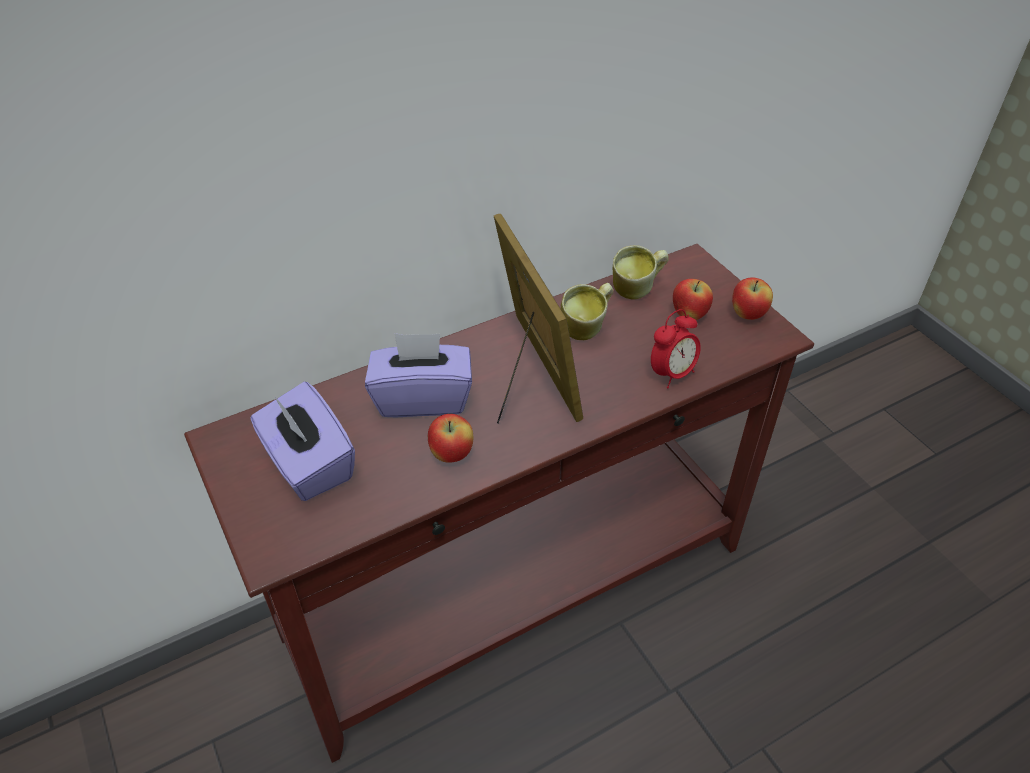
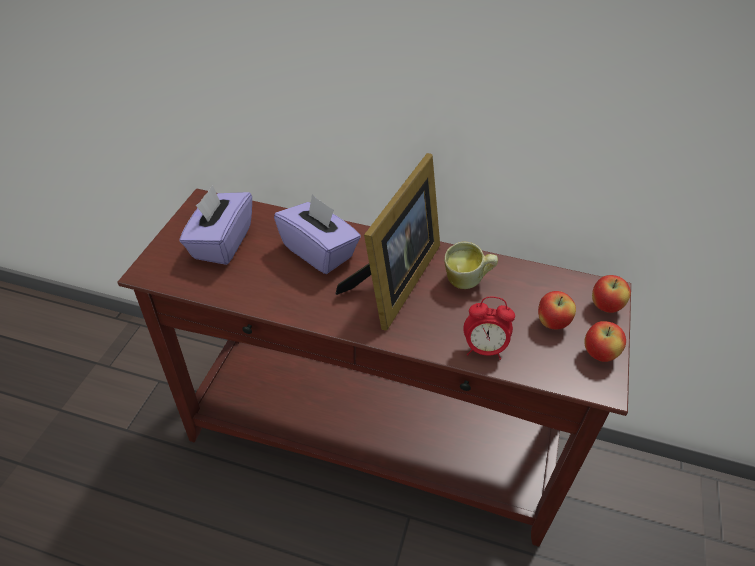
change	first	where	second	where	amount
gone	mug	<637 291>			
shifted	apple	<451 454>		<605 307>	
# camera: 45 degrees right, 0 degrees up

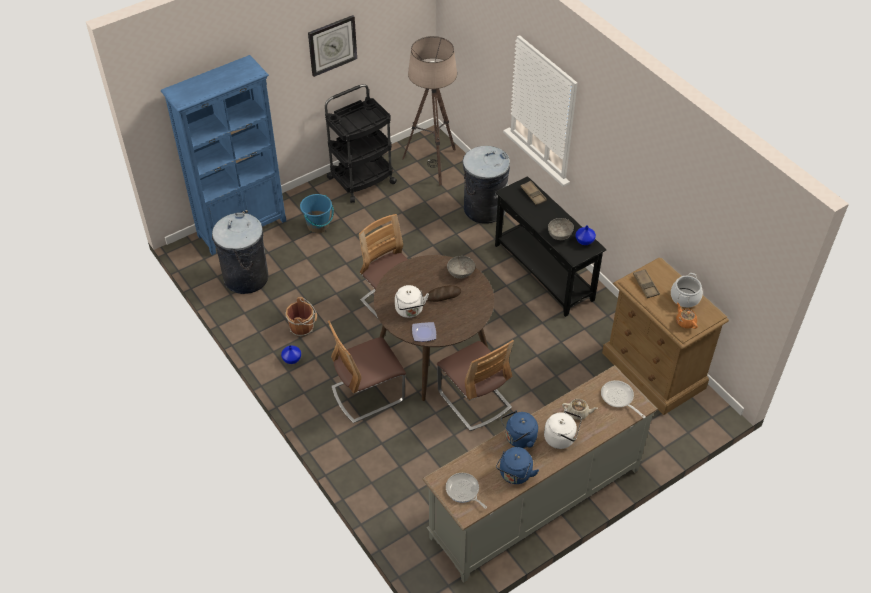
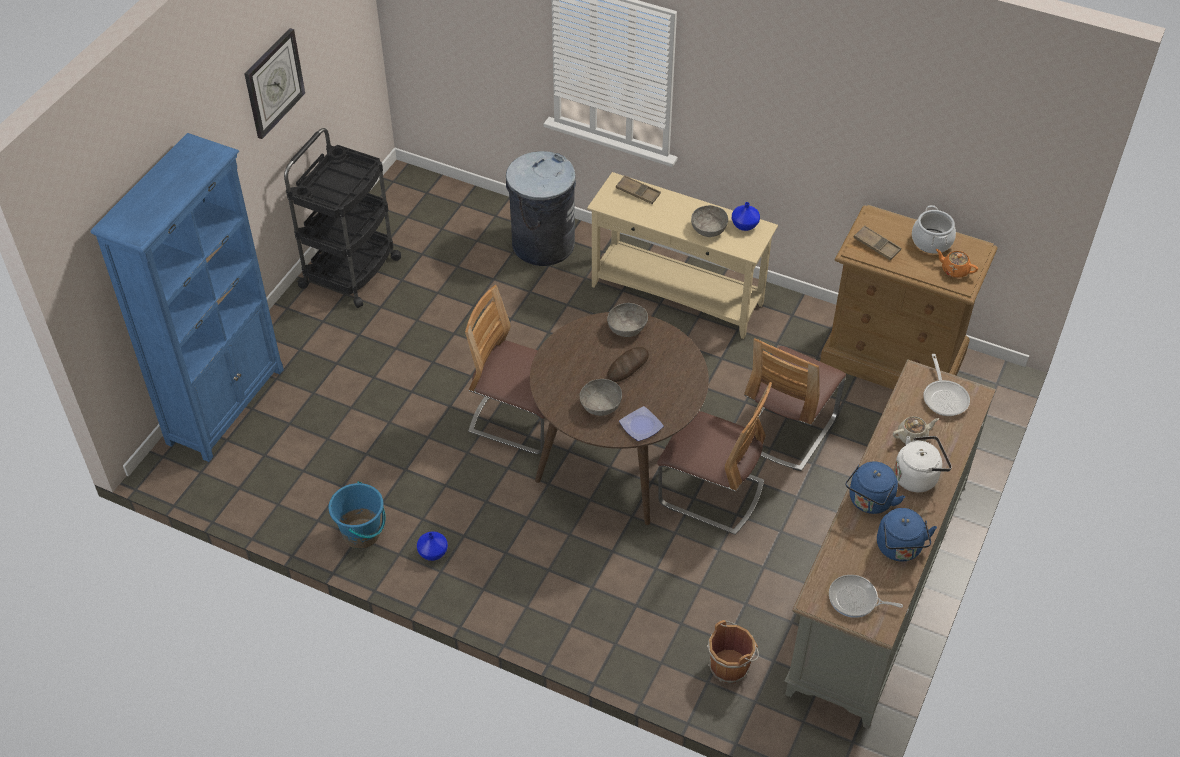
change	first	where	second	where	amount
gone	floor lamp	<432 164>			
repainted	black console table	<544 272>	beige console table	<678 295>	
shifted	blue bucket	<318 225>		<362 534>	
gone	grey trash can	<245 277>			
swapped	white kettle	<410 311>	grey bowl	<600 405>	
shifted	brown bucket	<303 328>		<730 665>	
shifted	chair	<367 394>		<787 429>	
rotated	frying pan	<619 398>		<944 397>	120 degrees counterclockwise
# camera: 30 degrees left, 0 degrees up

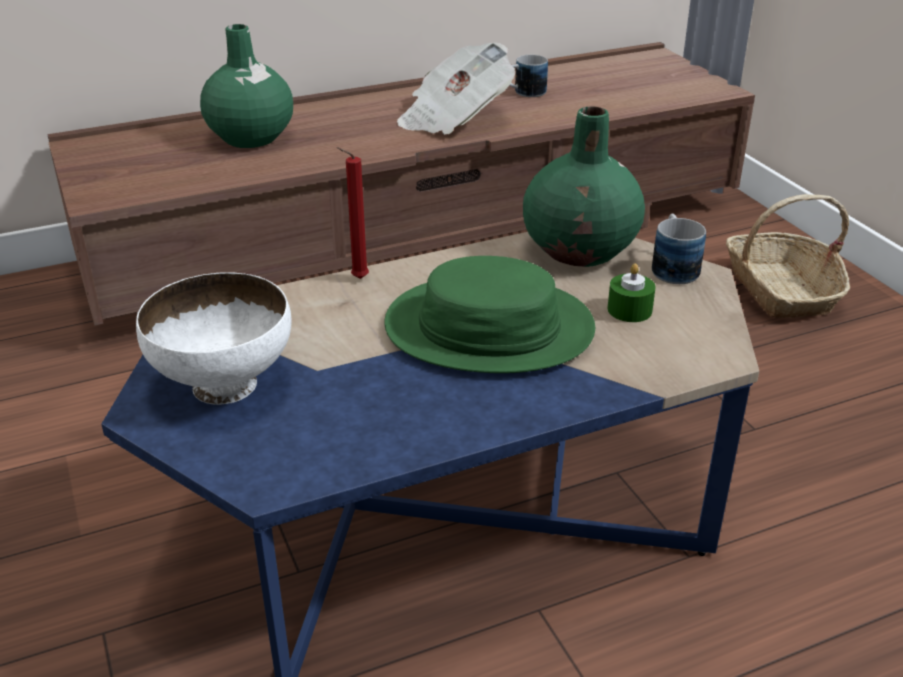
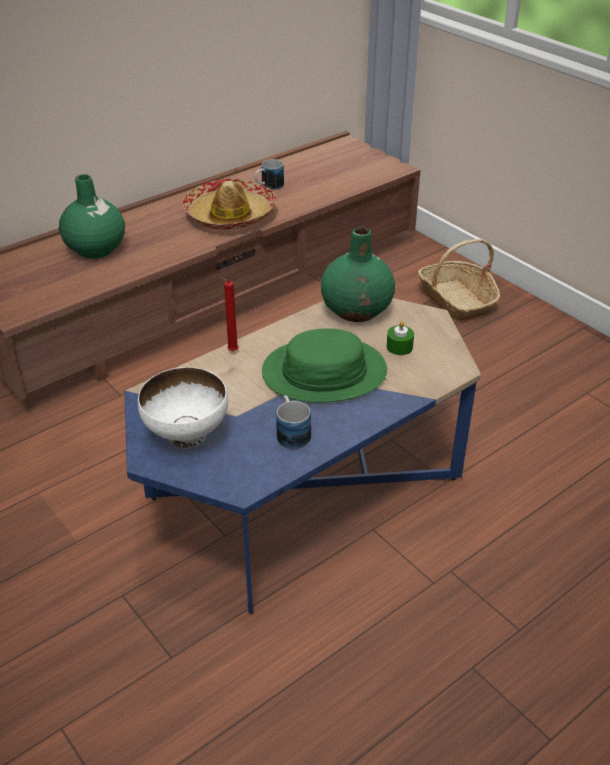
change	first	where	second	where	amount
swapped	newspaper	<454 119>	hat	<230 215>	
shifted	mug	<673 267>		<291 433>	
# camera: 15 degrees left, 5 degrees up

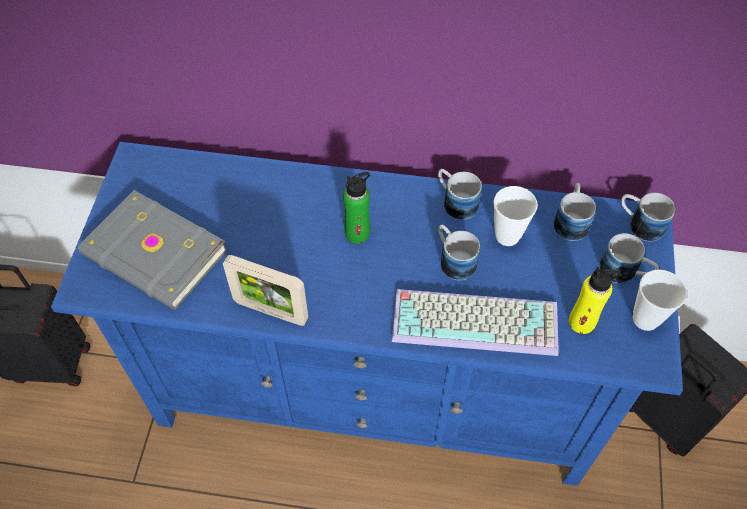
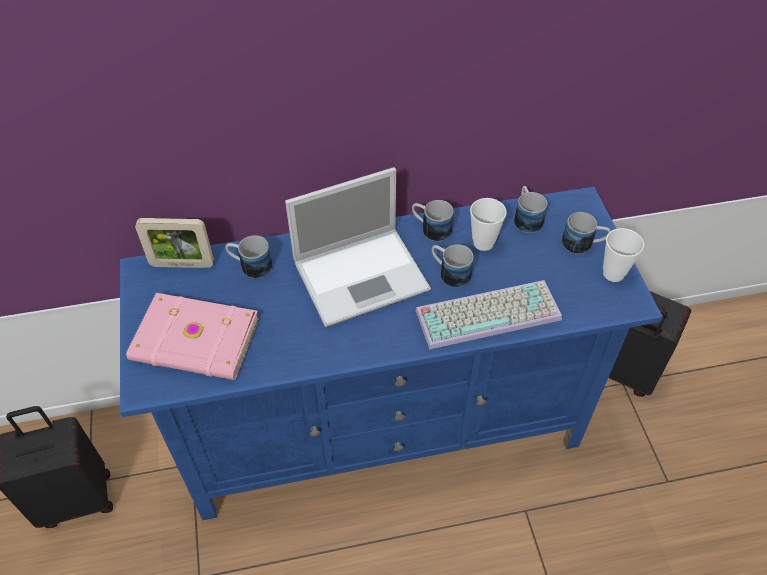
change	first	where	second	where	amount
swapped	green bottle	<357 233>	laptop	<363 275>	
repainted	grey book	<154 255>	pink book	<195 342>	
shifted	mug	<639 224>		<250 266>	
shifted	picture frame	<271 311>		<182 264>	
gone	yellow bottle	<582 322>			
# camera: 20 degrees left, 5 degrees down

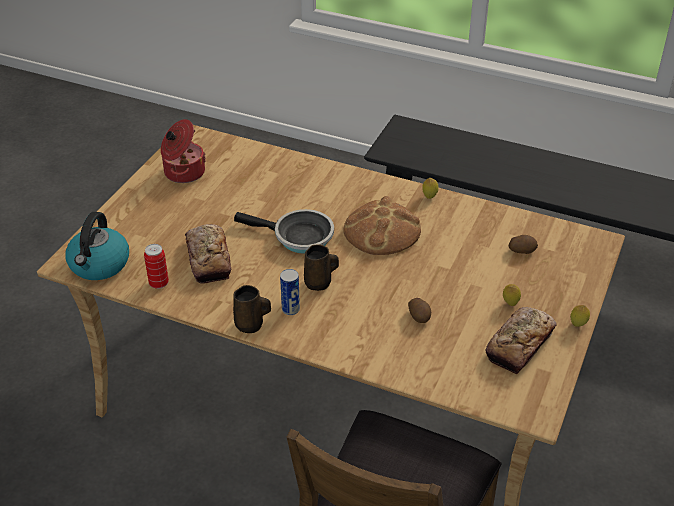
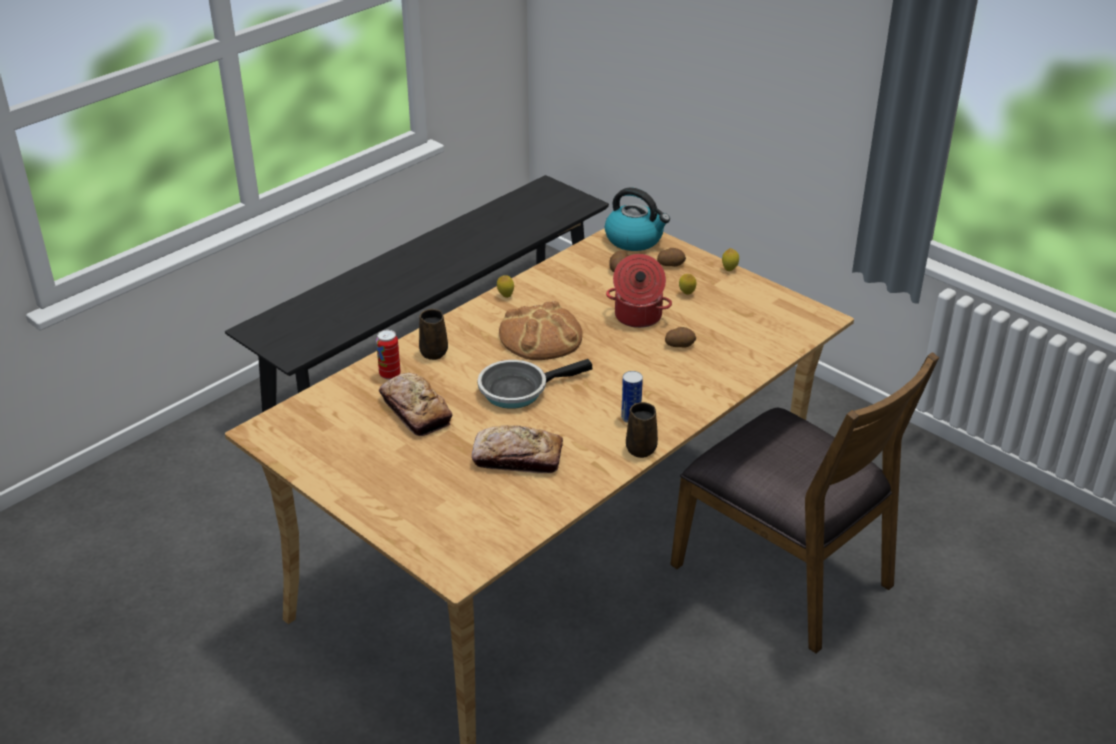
change	first	where	second	where	amount
shifted	cooking pot	<183 172>		<637 317>	
rotated	frying pan	<298 237>		<518 390>	150 degrees counterclockwise
shifted	kettle	<99 265>		<635 239>	
shifted	can	<159 283>		<390 375>	
shifted	brown mug	<319 283>		<434 351>	
shifted	bread	<519 344>		<415 411>	
new			potato	<670 264>	
# camera: 70 degrees left, 5 degrees down

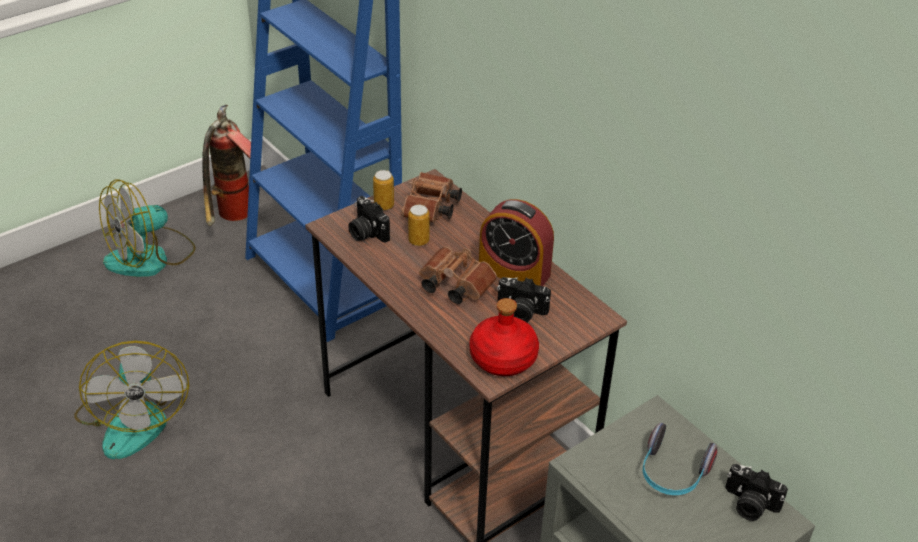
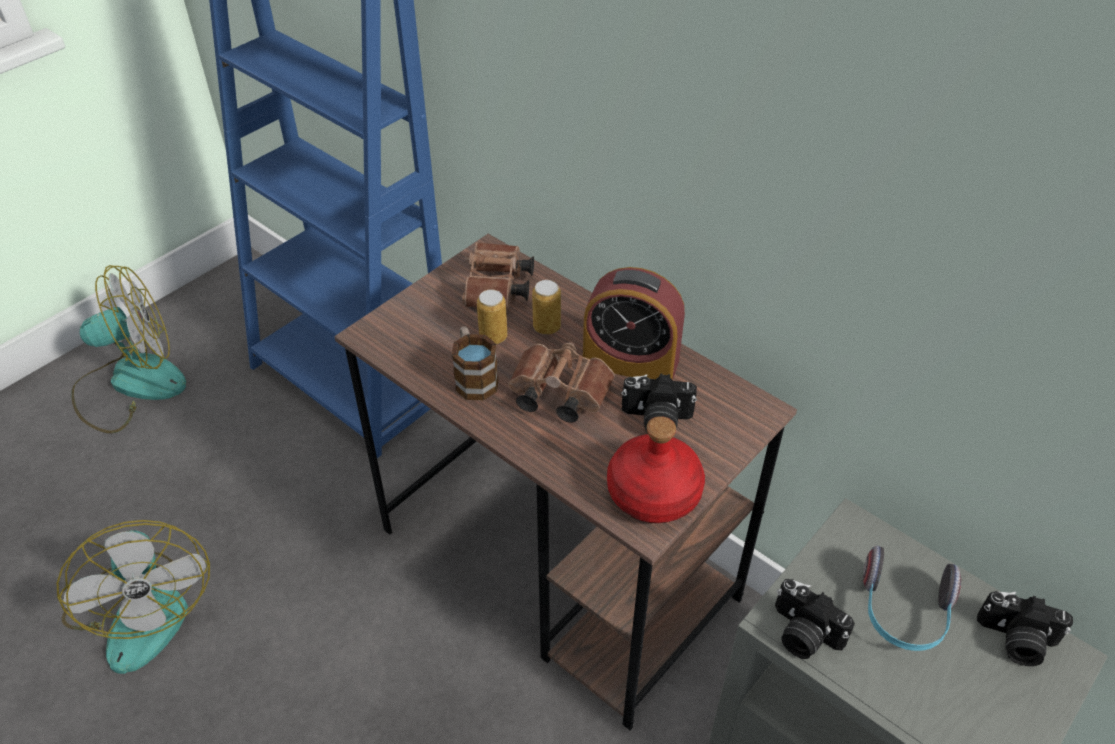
change	first	where	second	where	amount
gone	fire extinguisher	<234 219>			
shifted	can	<384 206>		<547 327>	
rotated	fan	<150 257>		<130 384>	150 degrees counterclockwise
shifted	photo camera	<366 233>		<802 634>	
new			mug	<474 377>	
# camera: 10 degrees left, 5 degrees up

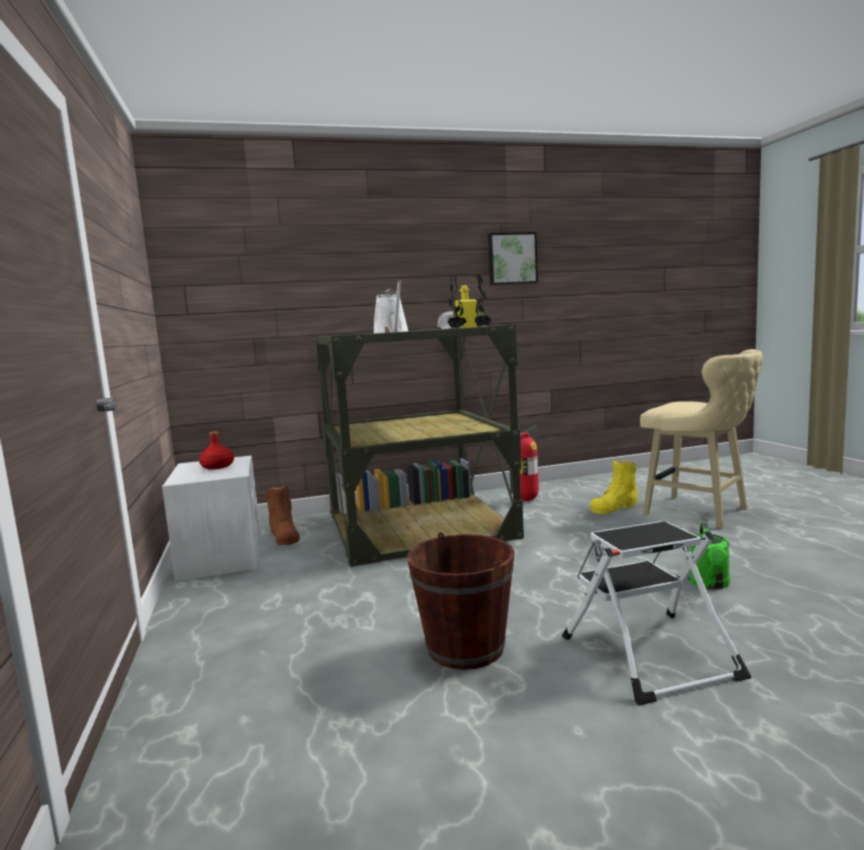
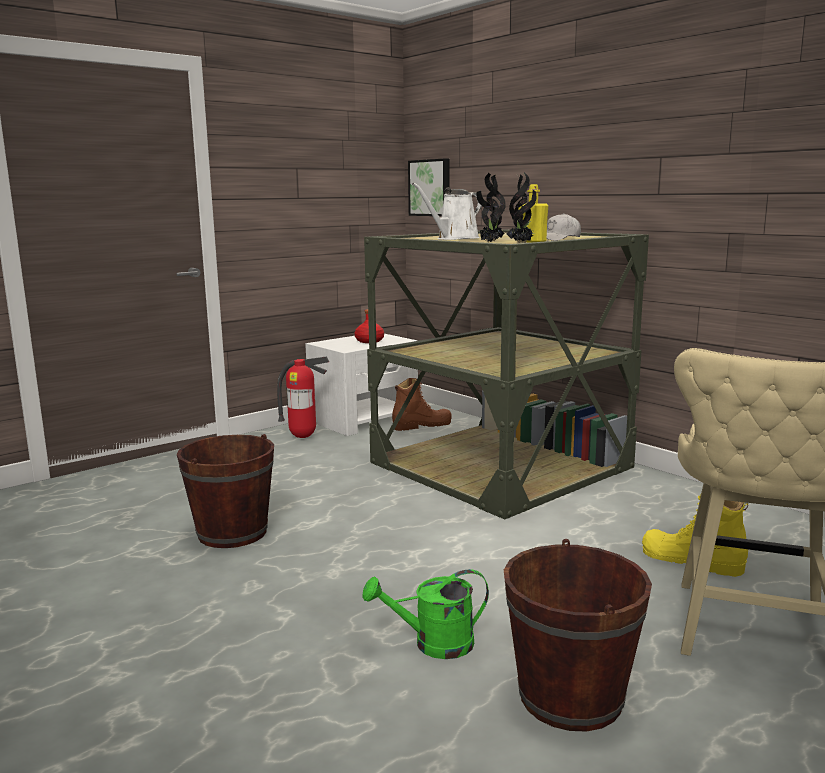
change	first	where	second	where	amount
shifted	picture	<512 259>		<430 188>	
shifted	fire extinguisher	<526 500>		<303 437>	
rotated	brown boot	<284 536>		<422 425>	150 degrees counterclockwise
gone	step ladder	<650 652>			
new			brown bucket	<570 697>	
# camera: 65 degrees right, 5 degrees up

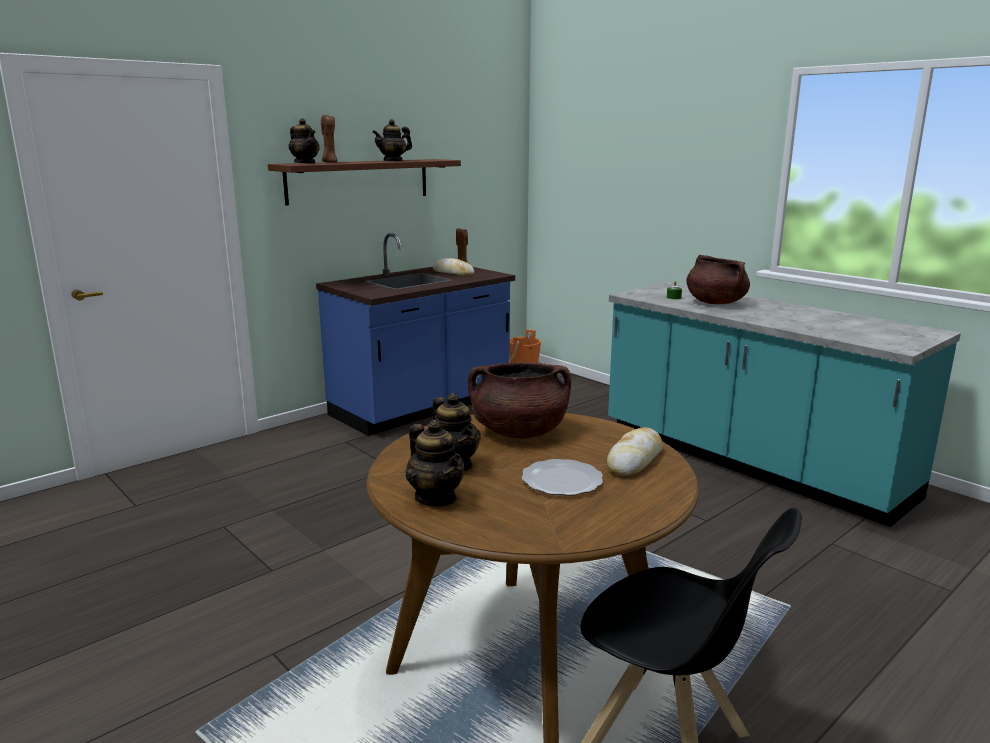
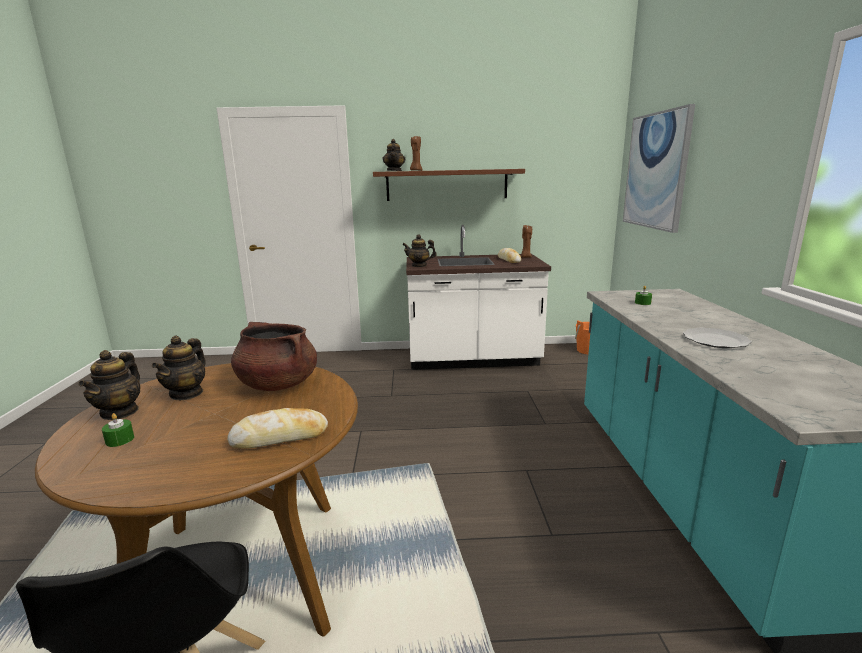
change	first	where	second	where	amount
shifted	teapot	<393 161>		<419 265>	
repainted	blue counter	<422 407>	white counter	<473 359>	
gone	brown cooking pot	<715 302>			
shifted	plate	<561 481>		<715 340>	
new			picture	<656 171>	
new			green candle	<120 440>	
# camera: 40 degrees right, 0 degrees up

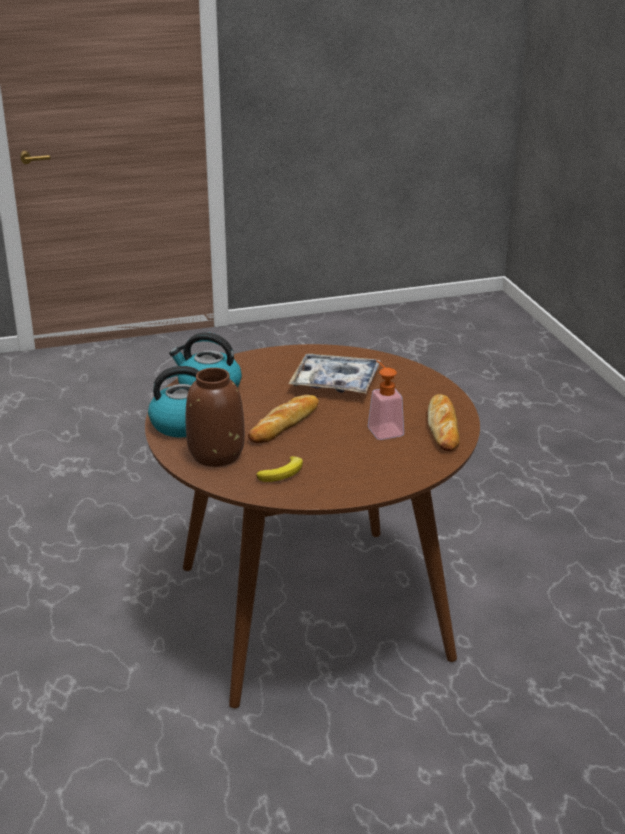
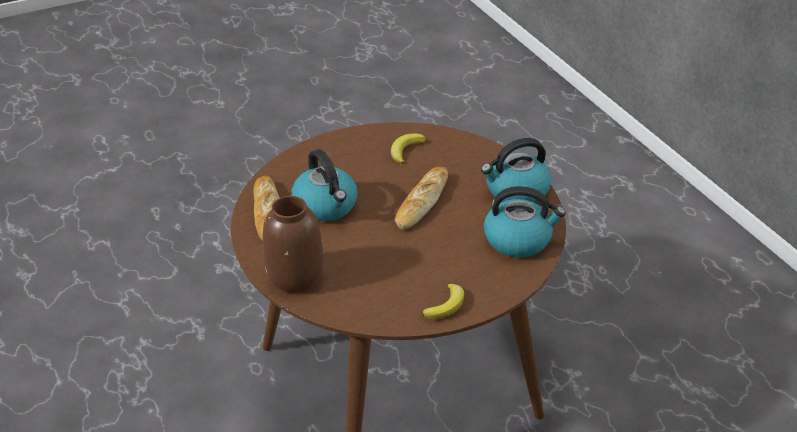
change	first	where	second	where	amount
gone	tray	<335 382>			
swapped	soap dispenser	<383 429>	kettle	<326 206>	
shifted	brown vase	<215 455>		<296 278>	
new			banana	<446 305>	
# camera: 170 degrees right, 10 degrees up

